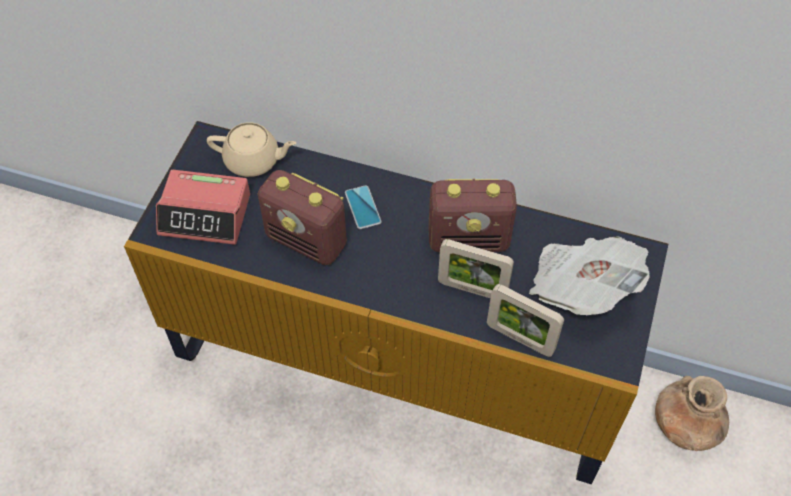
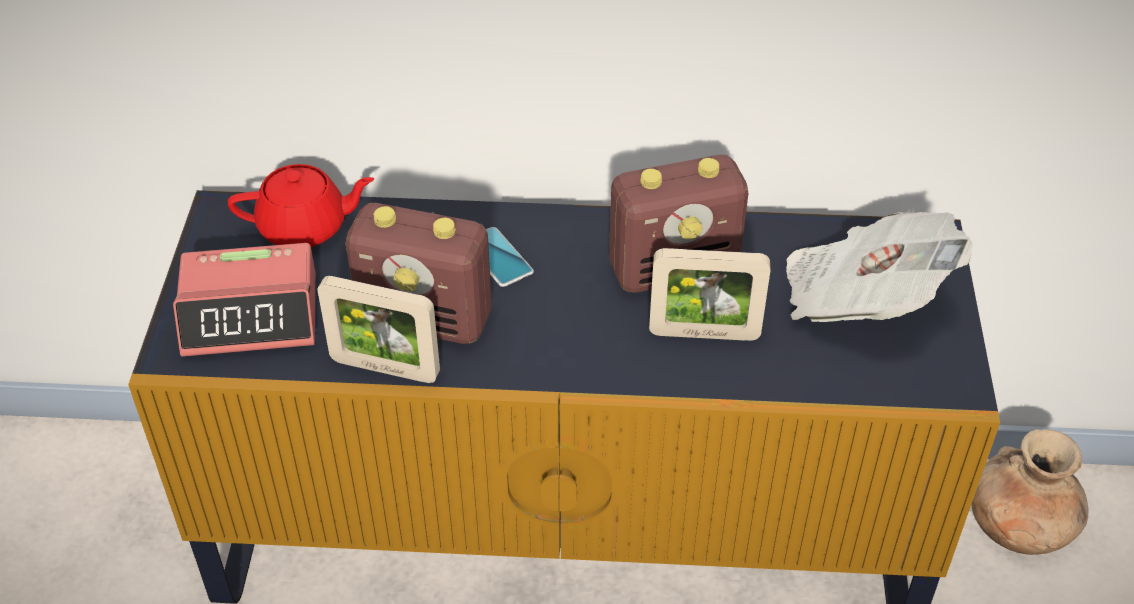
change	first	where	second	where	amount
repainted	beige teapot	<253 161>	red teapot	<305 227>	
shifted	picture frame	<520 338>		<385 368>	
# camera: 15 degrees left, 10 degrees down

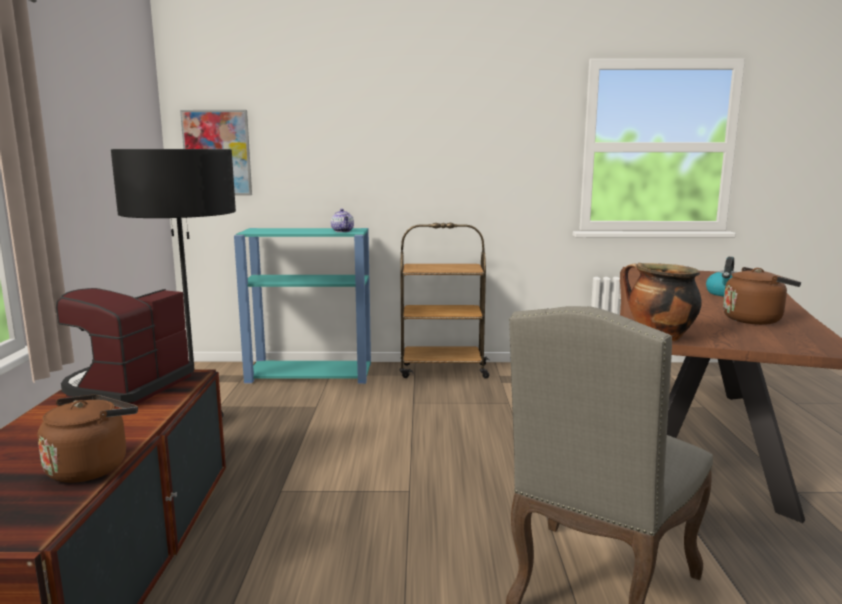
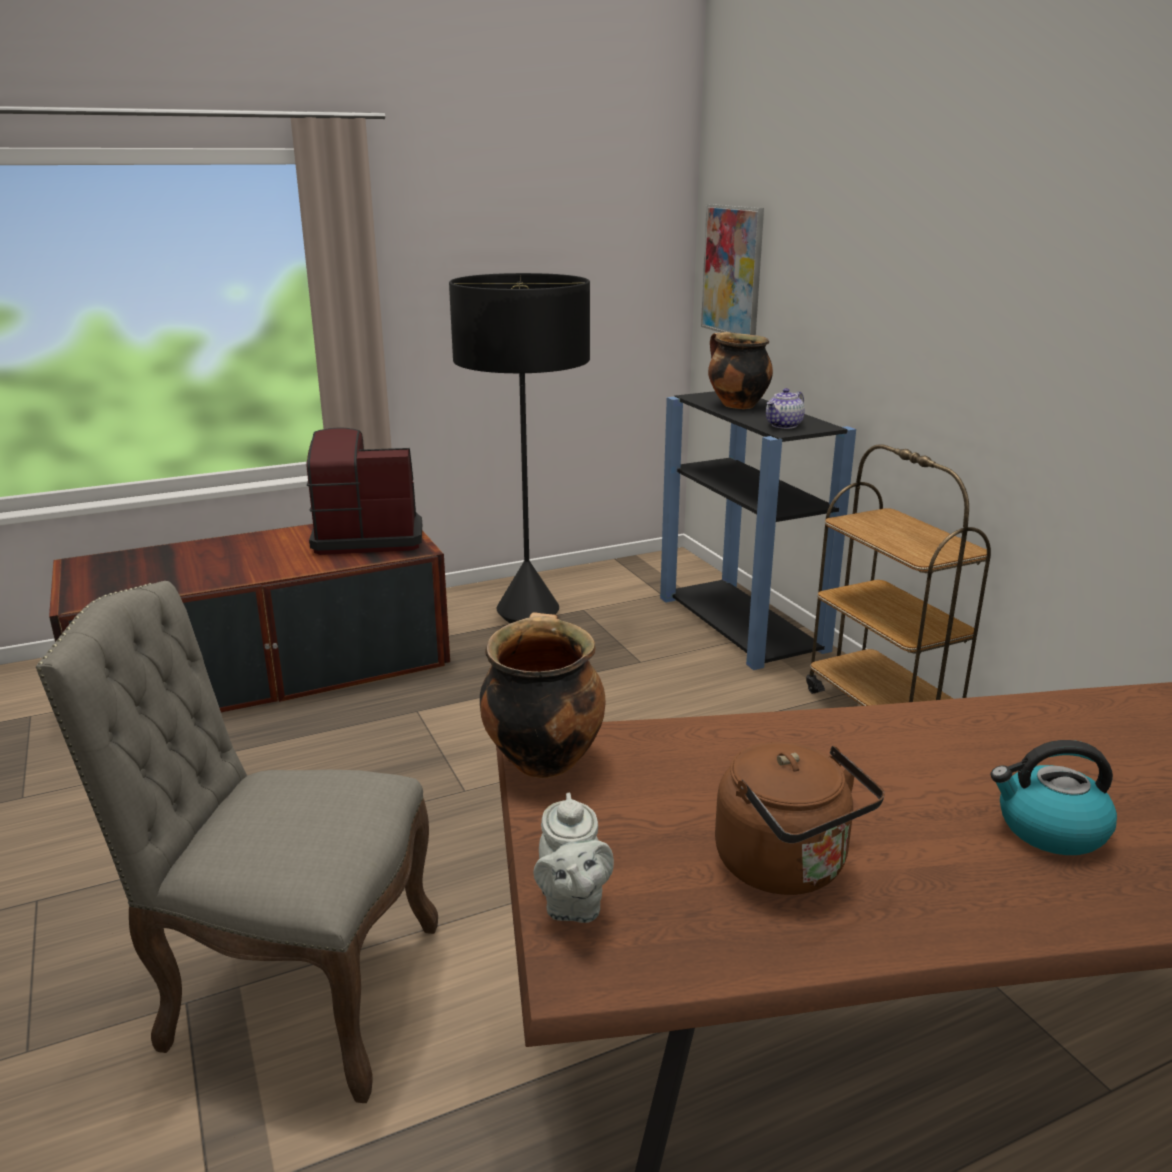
change	first	where	second	where	amount
repainted	turquoise bookcase	<310 373>	black bookcase	<741 624>	
gone	brown kettle	<91 467>			
new			cooking pot	<736 405>	
new			grey teapot	<572 905>	
# camera: 65 degrees right, 10 degrees up

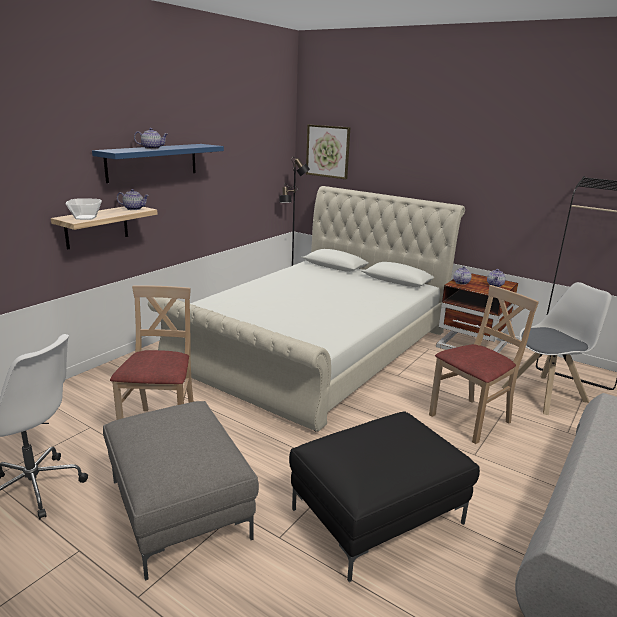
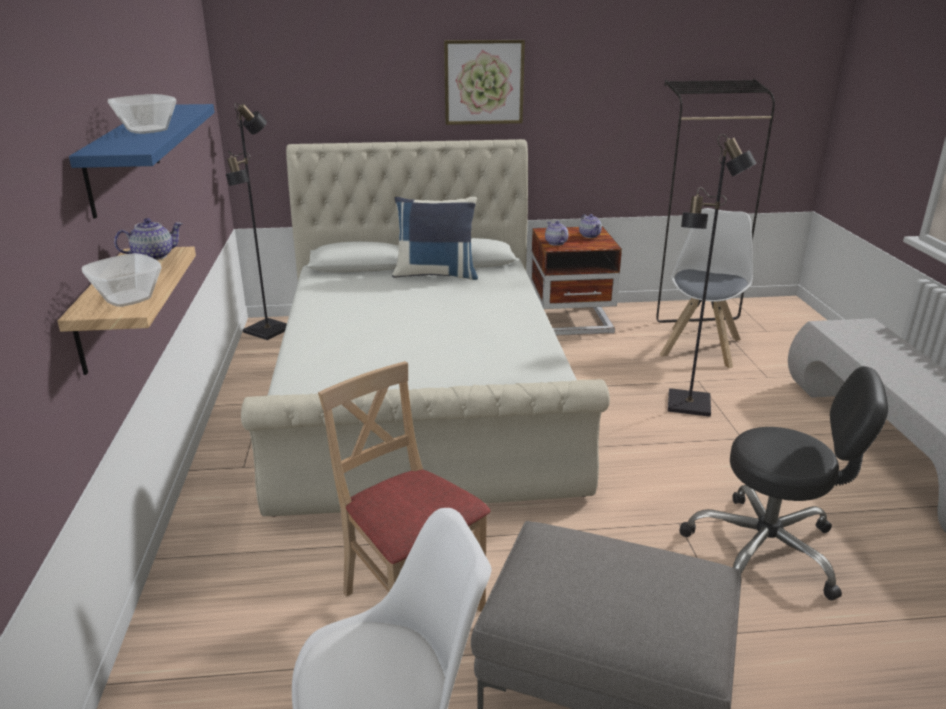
change	first	where	second	where	amount
shifted	picture	<328 151>		<484 82>	
swapped	teapot	<152 148>	bowl	<146 130>	
swapped	beige chair	<471 419>	black floor lamp	<688 404>	
swapped	black ottoman	<377 518>	black office chair	<772 551>	
new			blue pillow	<436 274>	
# camera: 40 degrees left, 5 degrees up

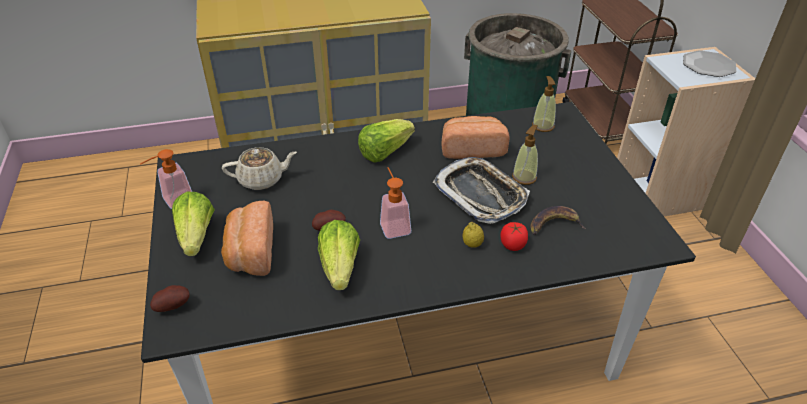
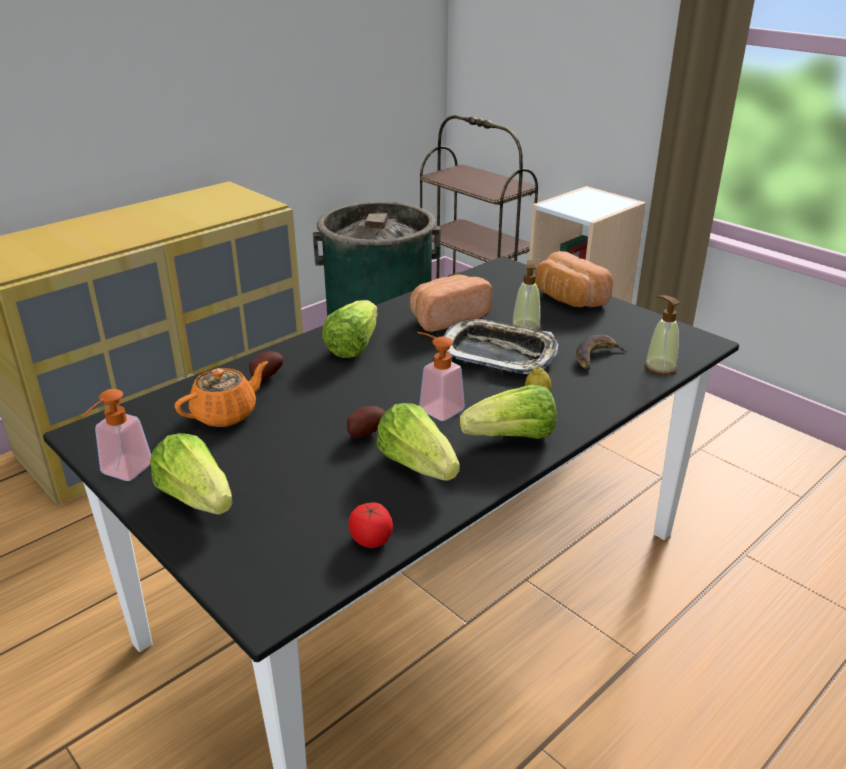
change	first	where	second	where	amount
gone	plate	<708 65>			
shifted	soap dispenser	<543 126>		<660 367>	
repainted	beige teapot	<262 180>	orange teapot	<226 414>	
shifted	bread	<250 252>		<567 299>	
shifted	tomato	<513 245>		<371 539>	
shifted	potato	<173 306>		<265 377>	
new			lettuce	<512 438>	
# camera: 30 degrees left, 10 degrees down

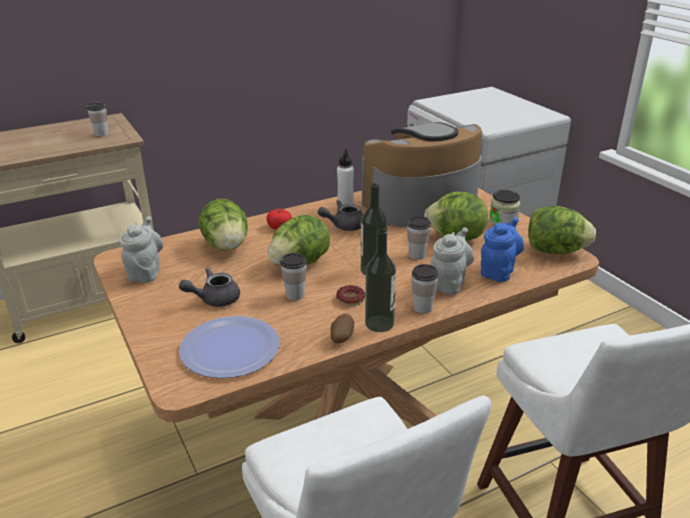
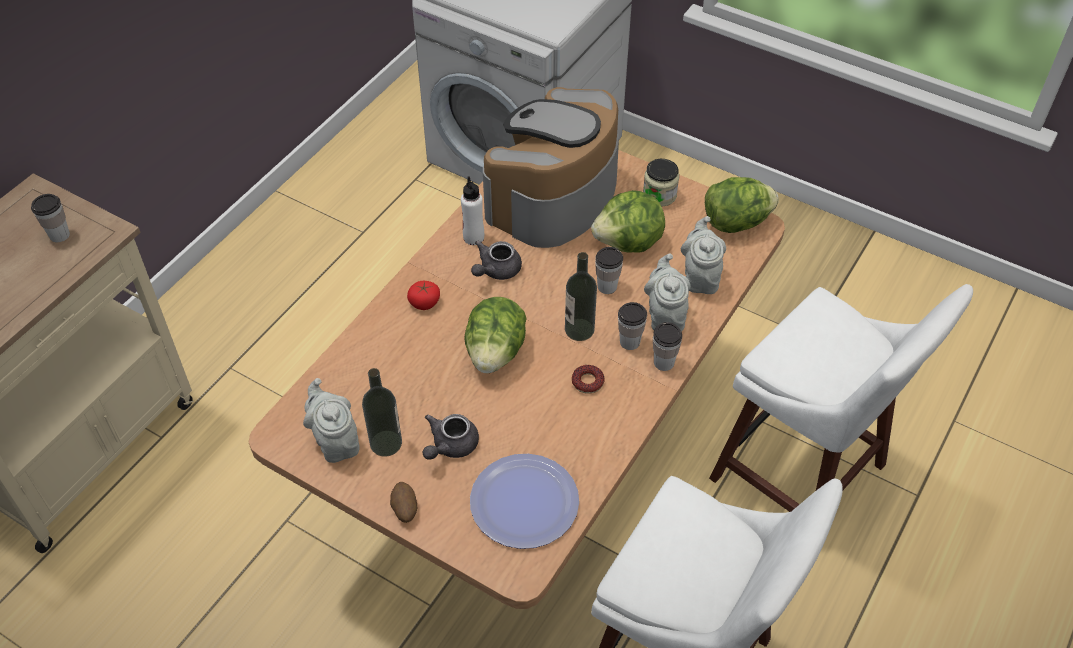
change	first	where	second	where	amount
gone	lettuce	<226 246>			
repainted	blue teapot	<498 271>	grey teapot	<700 277>	
shifted	bottle	<379 323>		<386 443>	
shifted	cup	<295 295>		<629 342>	
shifted	potato	<341 338>		<404 509>	
# camera: 30 degrees left, 20 degrees up

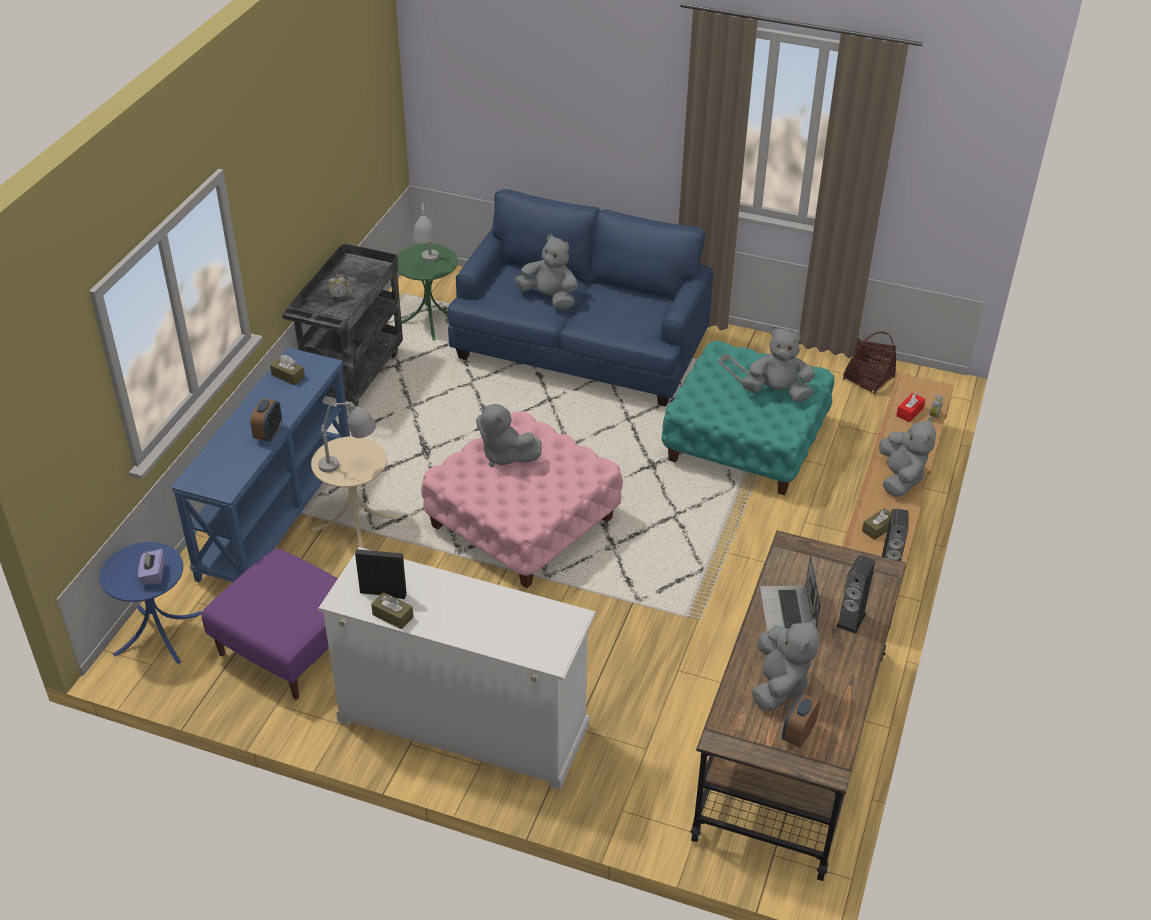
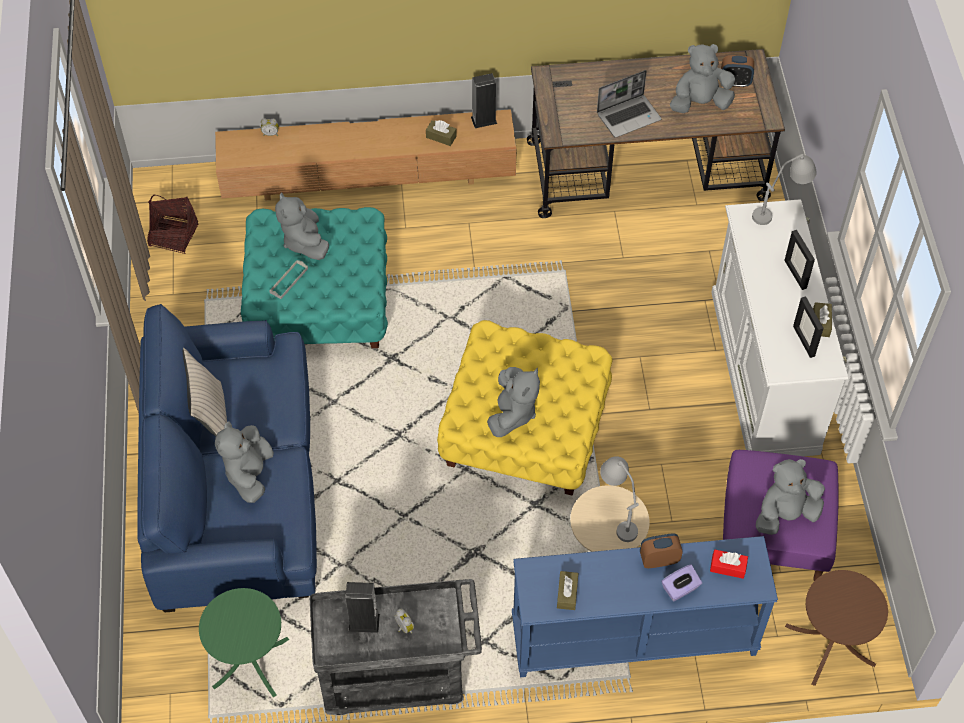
change	first	where	second	where	amount
shifted	grey table lamp	<428 268>		<781 210>	
shifted	red tissue box	<909 412>		<728 567>	
repainted	pink ottoman	<522 522>	yellow ottoman	<525 428>	
shifted	grey plush toy	<900 478>		<785 514>	
repainted	blue side table	<158 633>	brown side table	<830 645>	
shifted	purple tissue box	<153 574>		<680 589>	
shifted	speaker	<851 620>		<364 622>	
new			picture frame	<796 274>	
new			beige pillow	<210 416>	
# camera: 115 degrees left, 15 degrees up

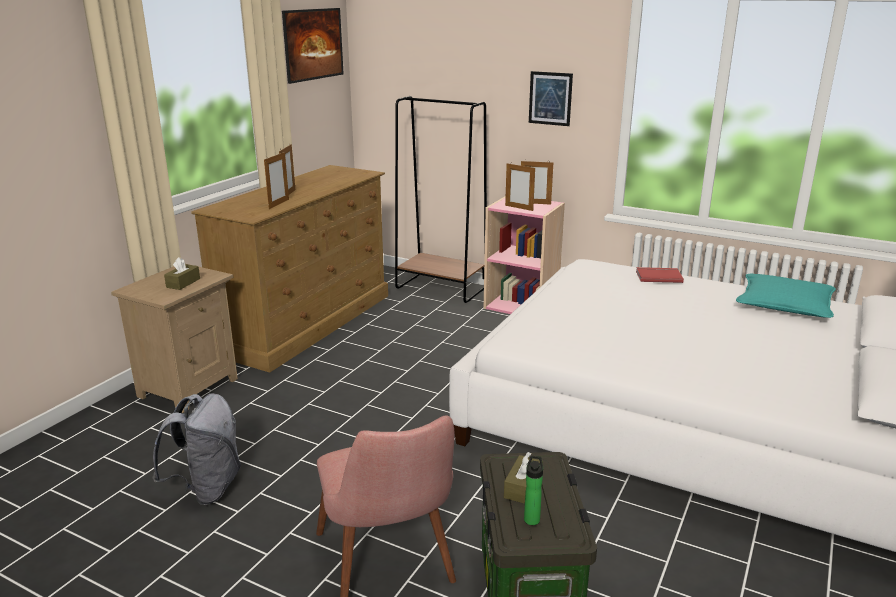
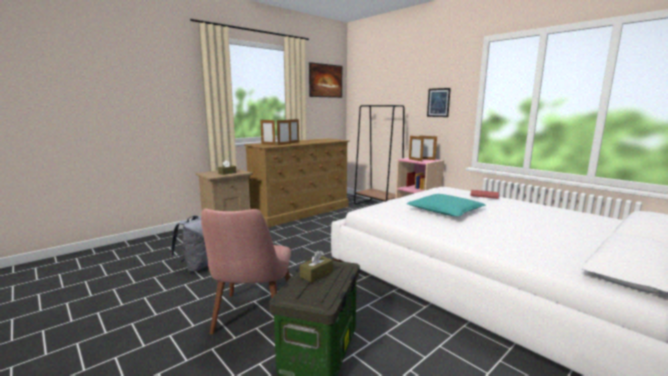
change	first	where	second	where	amount
shifted	turquoise pillow	<784 304>		<445 211>	
gone	bottle	<532 518>			
new			picture frame	<268 144>	
# camera: 20 degrees right, 10 degrees down

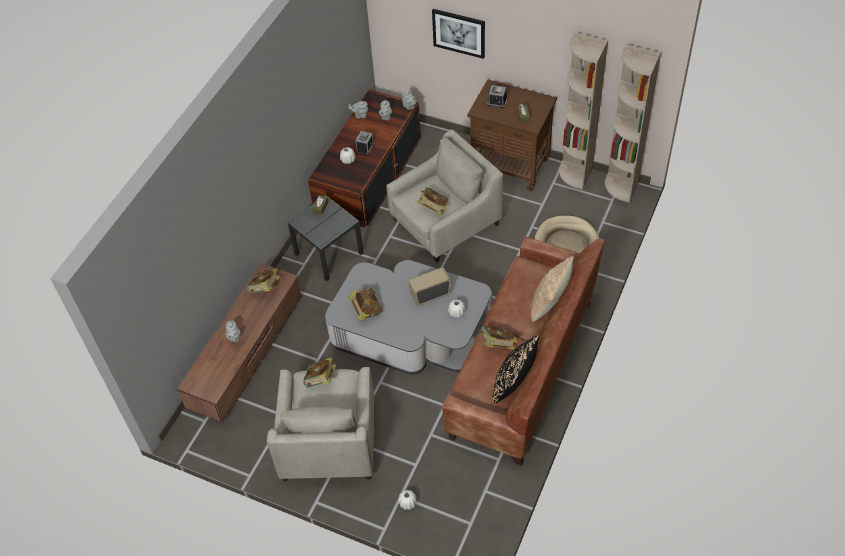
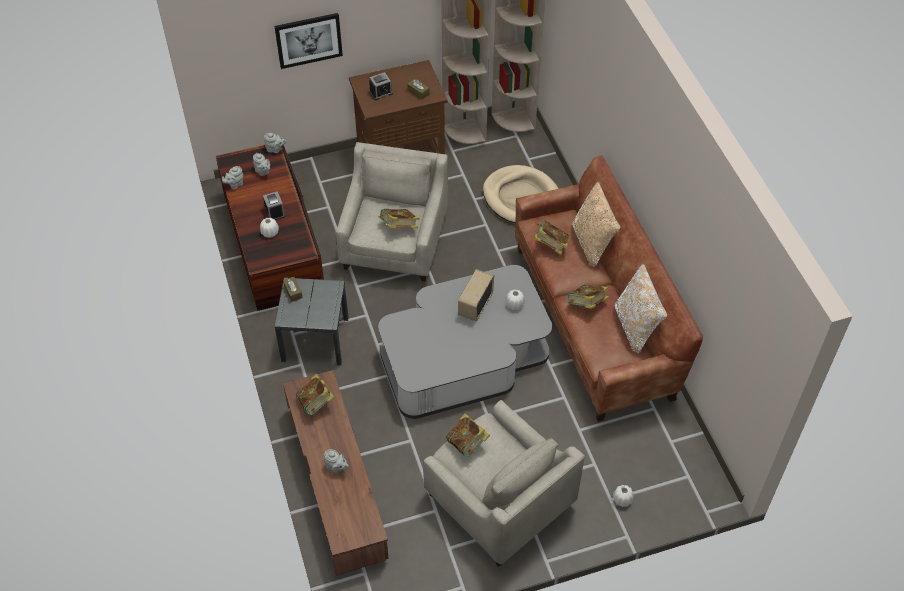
change	first	where	second	where	amount
shifted	book	<366 310>		<550 245>	
repainted	black pillow	<514 385>	white pillow	<635 329>	
# camera: 45 degrees left, 0 degrees up

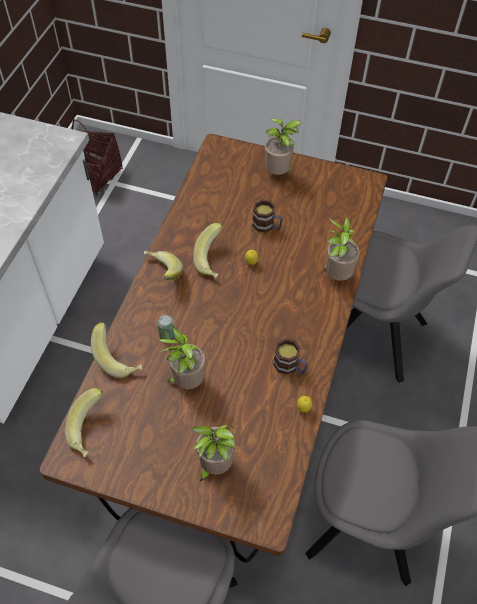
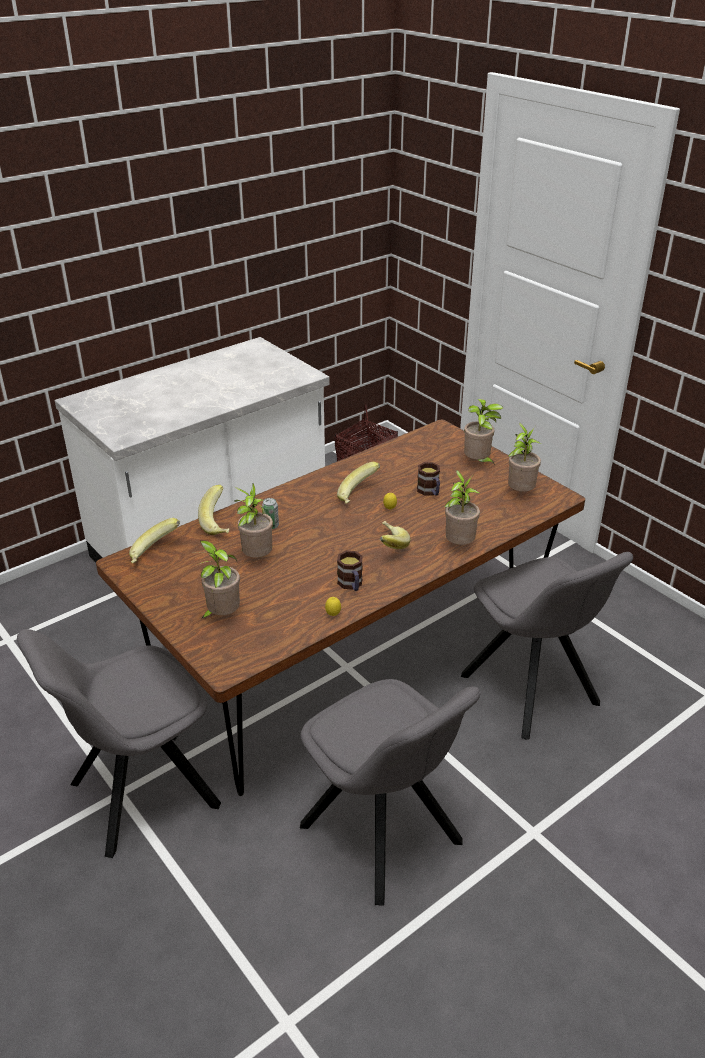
change	first	where	second	where	amount
shifted	banana	<161 273>		<388 546>	
new			potted plant	<519 493>	
# camera: 35 degrees right, 20 degrees down

